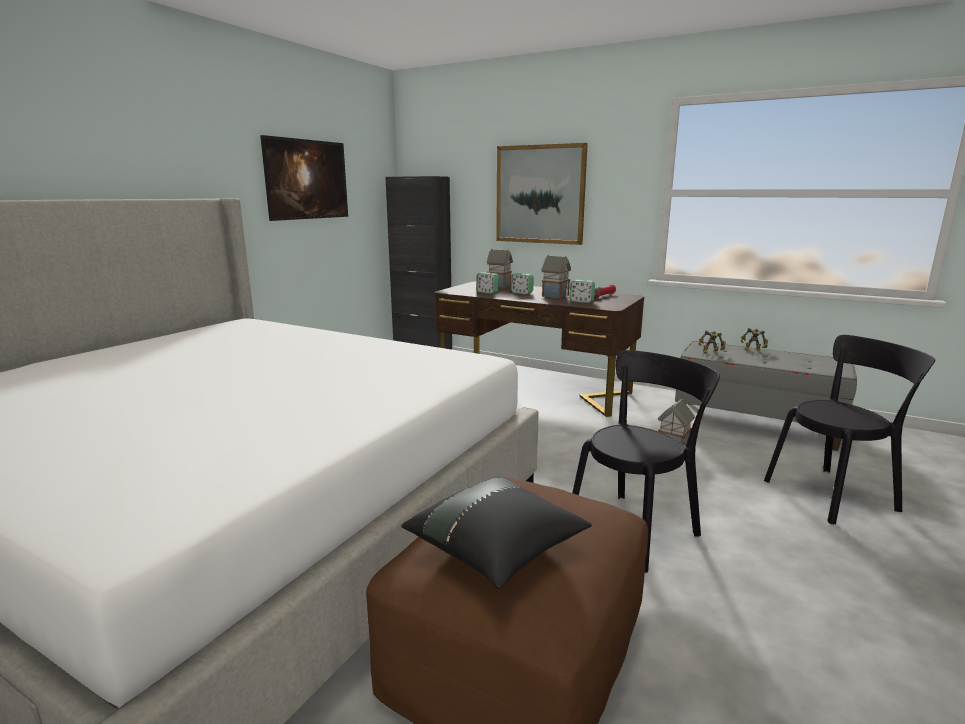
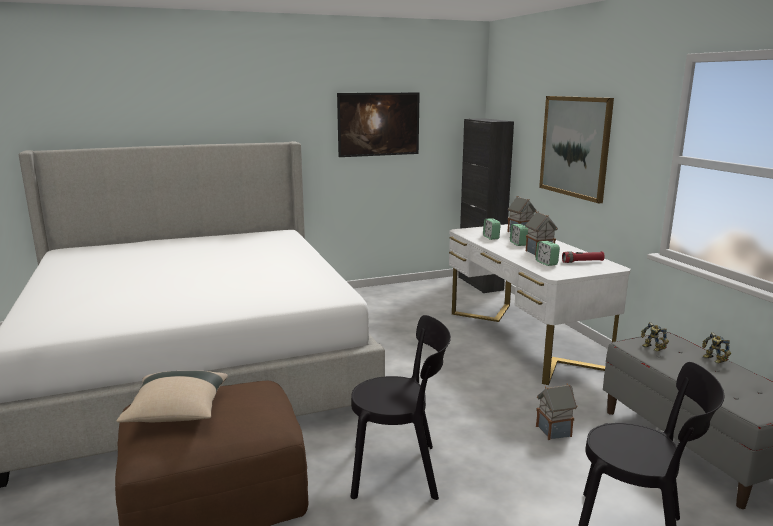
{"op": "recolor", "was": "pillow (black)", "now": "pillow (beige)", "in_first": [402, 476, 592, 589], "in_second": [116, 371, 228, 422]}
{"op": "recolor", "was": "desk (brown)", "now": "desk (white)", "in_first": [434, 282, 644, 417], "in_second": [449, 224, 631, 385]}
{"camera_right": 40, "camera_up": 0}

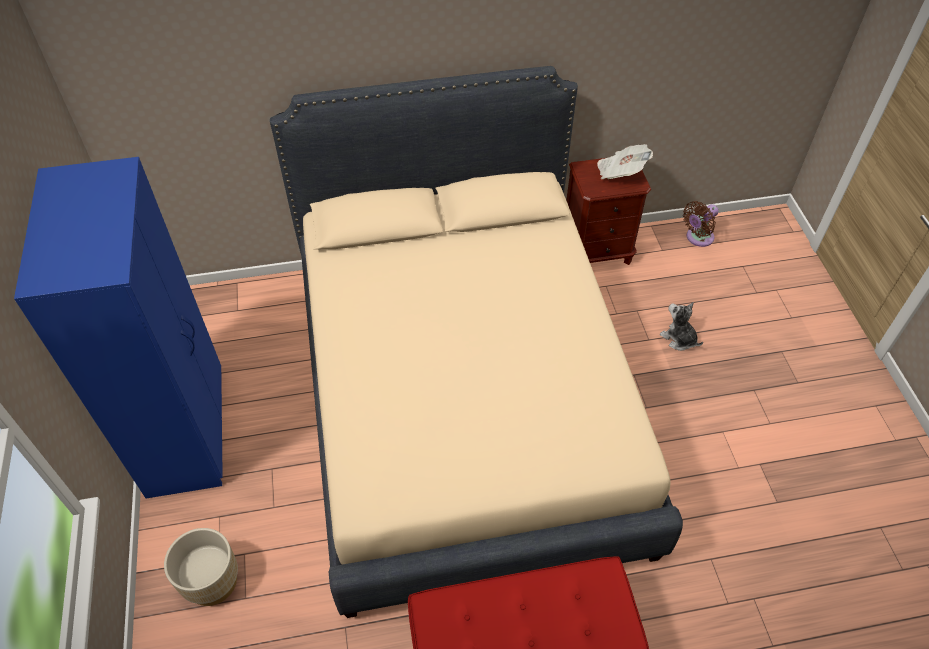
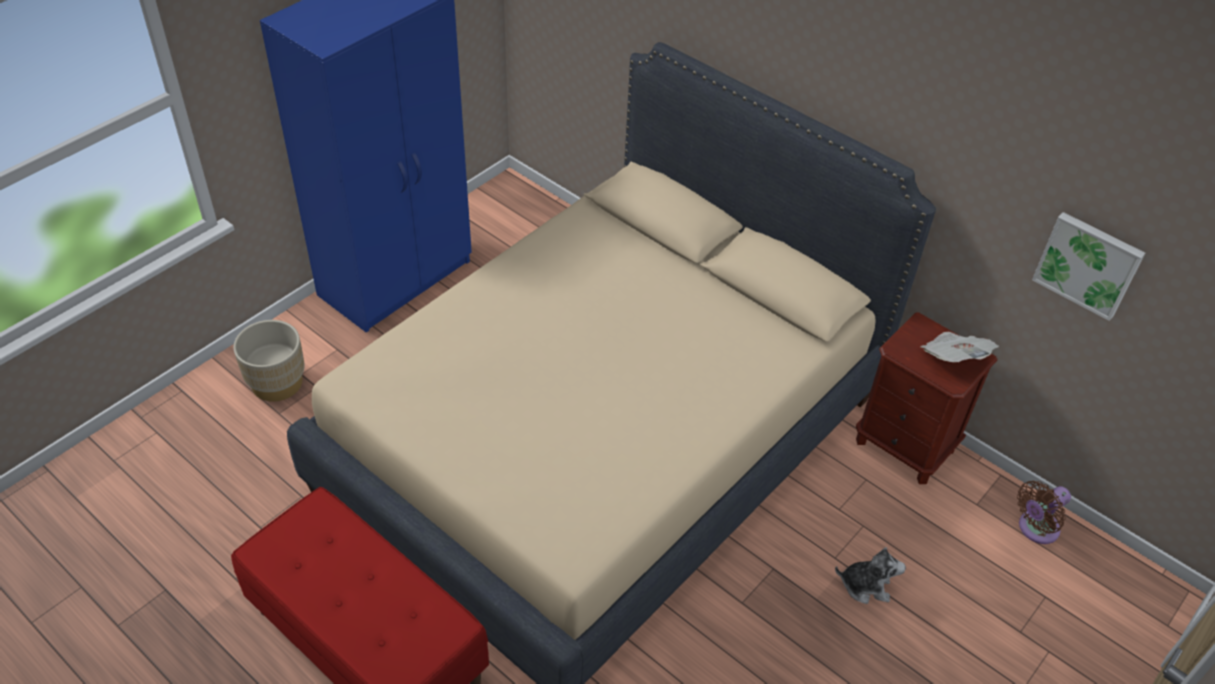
{"op": "rotate", "was": "plush toy", "in_first": [660, 302, 703, 351], "in_second": [835, 547, 906, 604], "clockwise": 90}
{"op": "rotate", "was": "fan (brown)", "in_first": [683, 201, 719, 247], "in_second": [1017, 481, 1071, 544], "clockwise": -45}
{"op": "insert", "now": "picture", "in_second": [1032, 212, 1145, 321]}
{"camera_right": 50, "camera_up": -5}

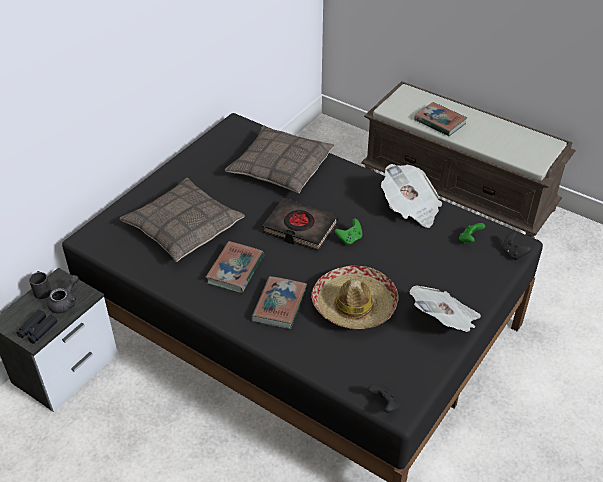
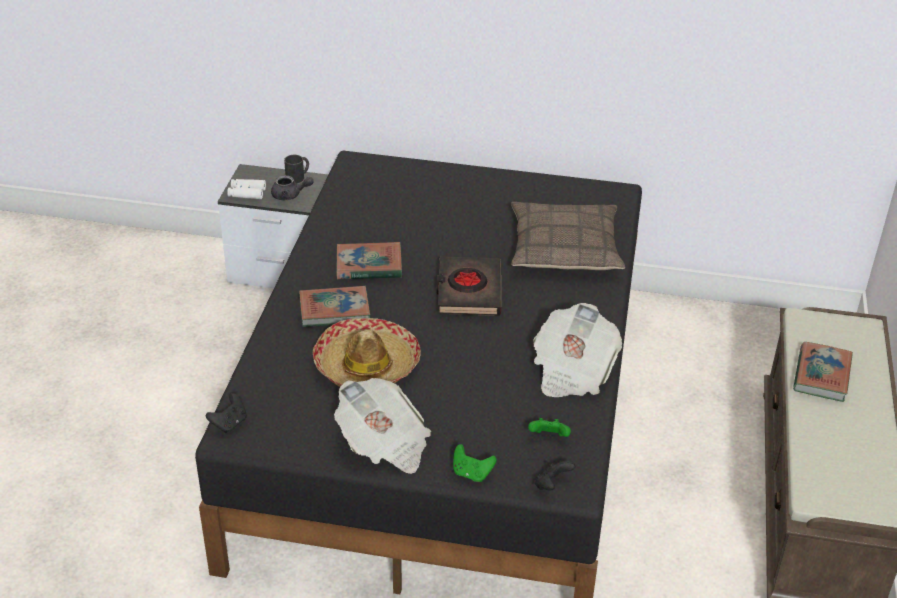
{"op": "recolor", "was": "binoculars (black)", "now": "binoculars (white)", "in_first": [17, 310, 57, 344], "in_second": [227, 179, 266, 199]}
{"op": "move", "was": "game controller (green)", "in_first": [335, 219, 362, 245], "in_second": [453, 444, 496, 482]}
{"op": "delete", "was": "pillow", "in_first": [120, 178, 245, 262]}
{"camera_right": 65, "camera_up": -5}

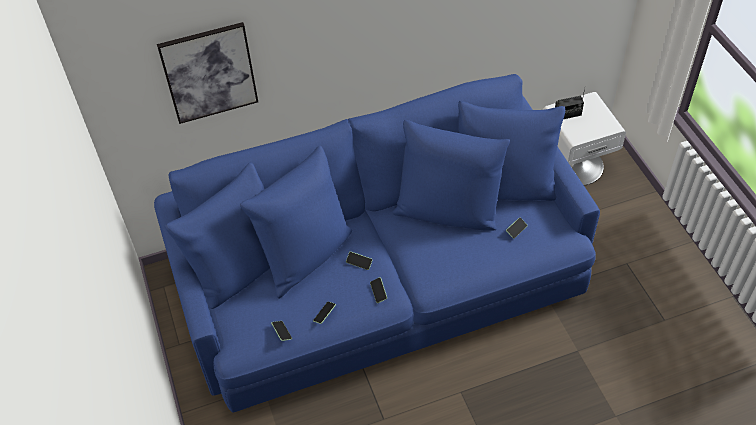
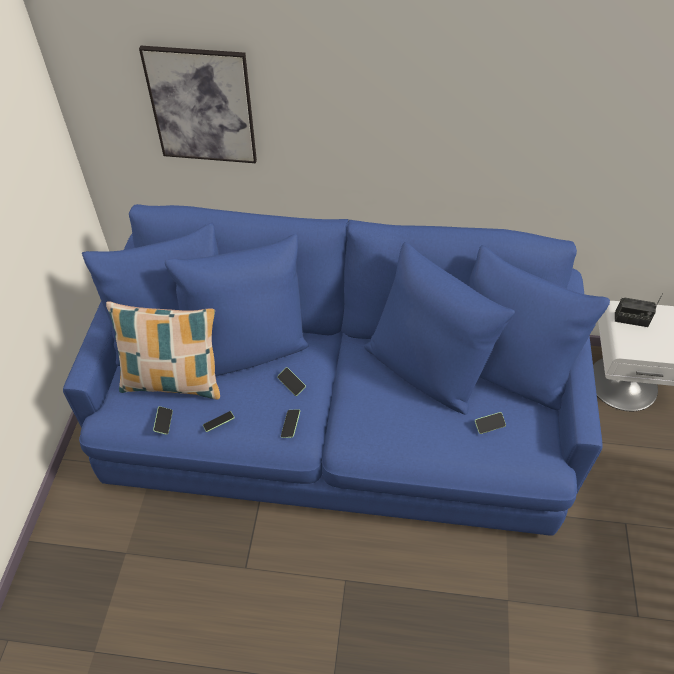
{"op": "insert", "now": "pillow", "in_second": [106, 301, 220, 400]}
{"camera_right": 25, "camera_up": 0}

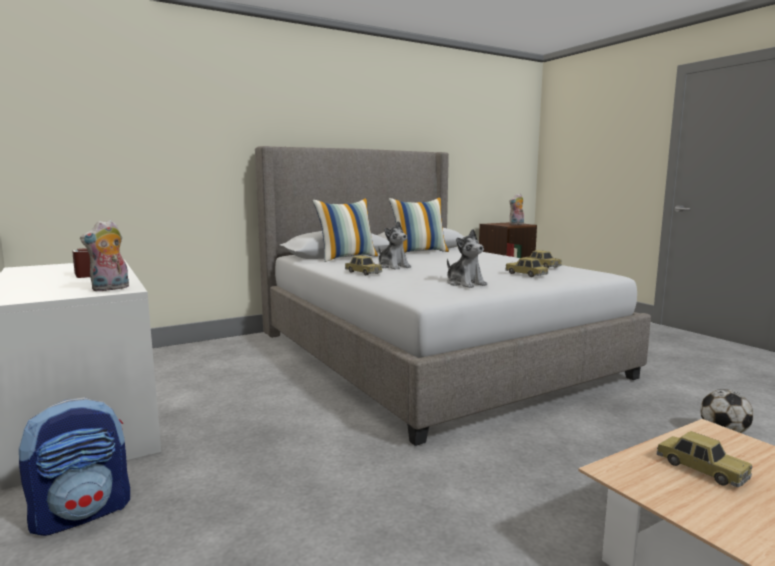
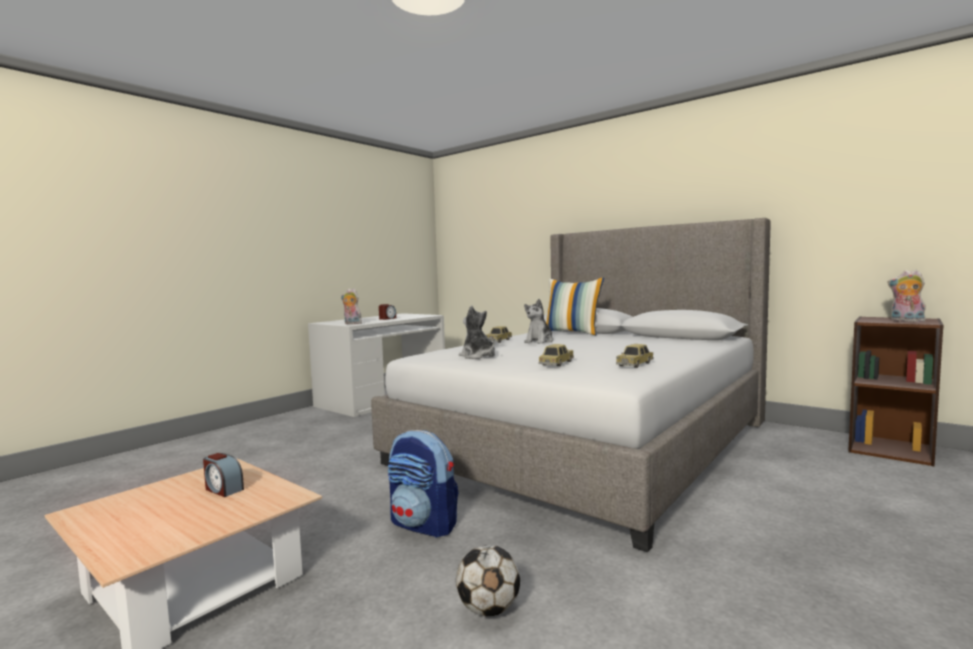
{"op": "replace", "was": "toy car", "now": "alarm clock", "in_first": [657, 431, 752, 487], "in_second": [203, 453, 244, 497]}
{"op": "move", "was": "backpack", "in_first": [18, 397, 130, 536], "in_second": [388, 430, 459, 538]}
{"op": "rotate", "was": "plush toy", "in_first": [447, 229, 487, 288], "in_second": [459, 305, 495, 359], "clockwise": 105}
{"op": "delete", "was": "pillow", "in_first": [389, 197, 449, 253]}
{"camera_right": 70, "camera_up": -5}

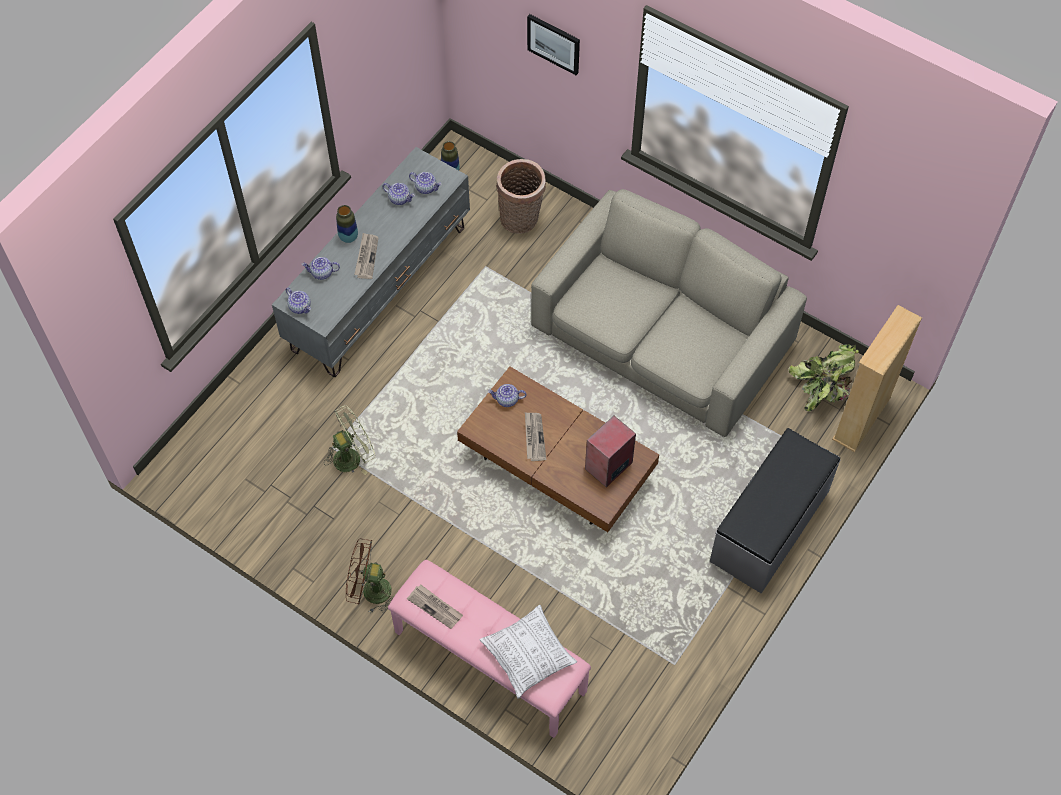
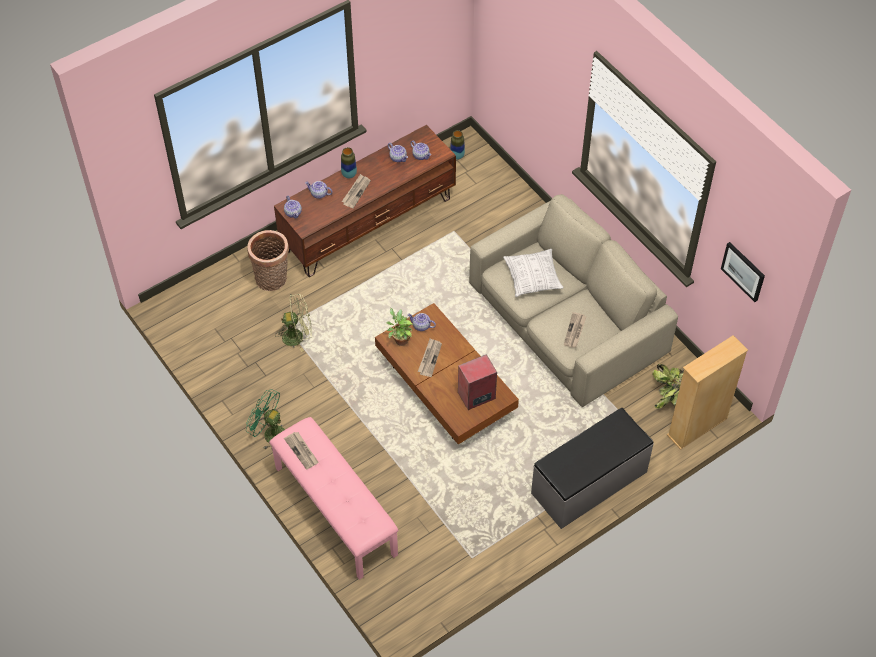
{"op": "recolor", "was": "fan (brown)", "now": "fan (green)", "in_first": [346, 538, 392, 613], "in_second": [246, 389, 285, 449]}
{"op": "move", "was": "basket", "in_first": [496, 159, 546, 234], "in_second": [247, 230, 289, 291]}
{"op": "recolor", "was": "tv stand (grey)", "now": "tv stand (brown)", "in_first": [272, 147, 470, 377], "in_second": [274, 125, 456, 277]}
{"op": "insert", "now": "potted plant", "in_second": [386, 308, 413, 346]}
{"op": "move", "was": "pillow", "in_first": [480, 605, 577, 698], "in_second": [503, 249, 564, 297]}
{"op": "insert", "now": "newspaper", "in_second": [564, 312, 586, 348]}
{"op": "move", "was": "picture", "in_first": [527, 14, 580, 75], "in_second": [721, 242, 765, 302]}
{"camera_right": 20, "camera_up": -5}

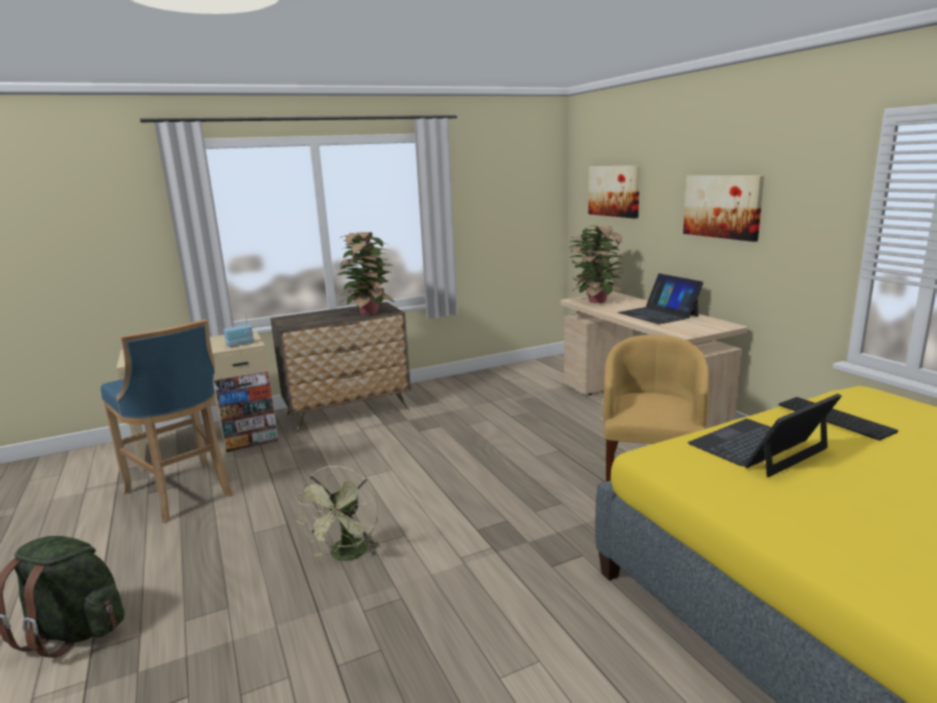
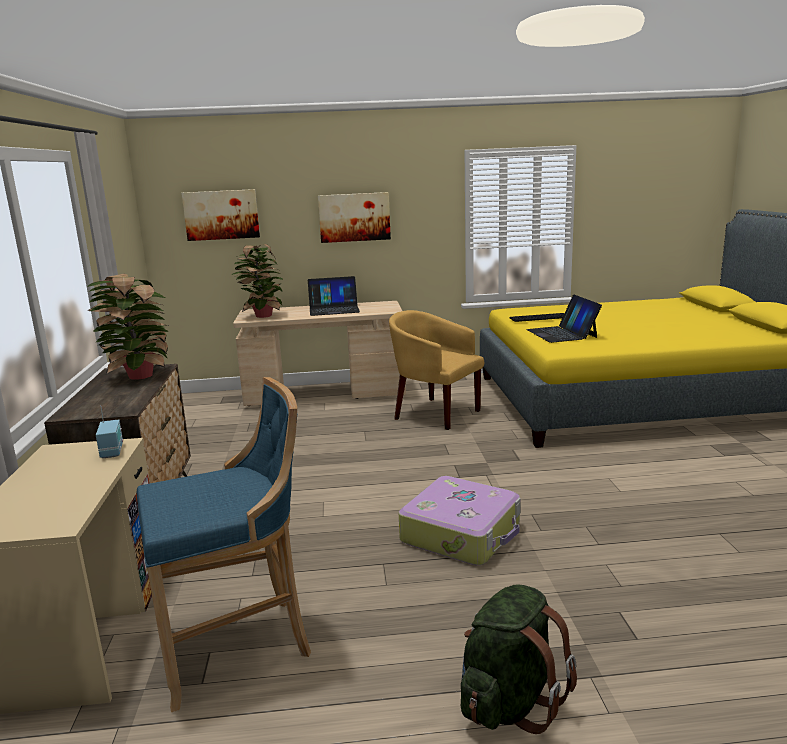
{"op": "replace", "was": "fan (green)", "now": "suitcase", "in_first": [295, 466, 380, 561], "in_second": [398, 476, 521, 565]}
{"camera_right": -70, "camera_up": 0}

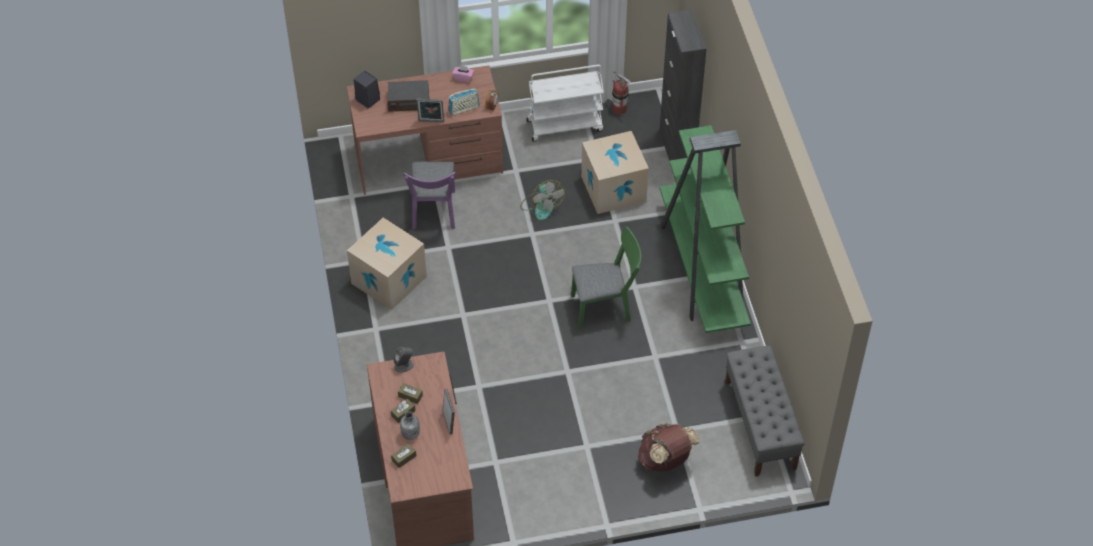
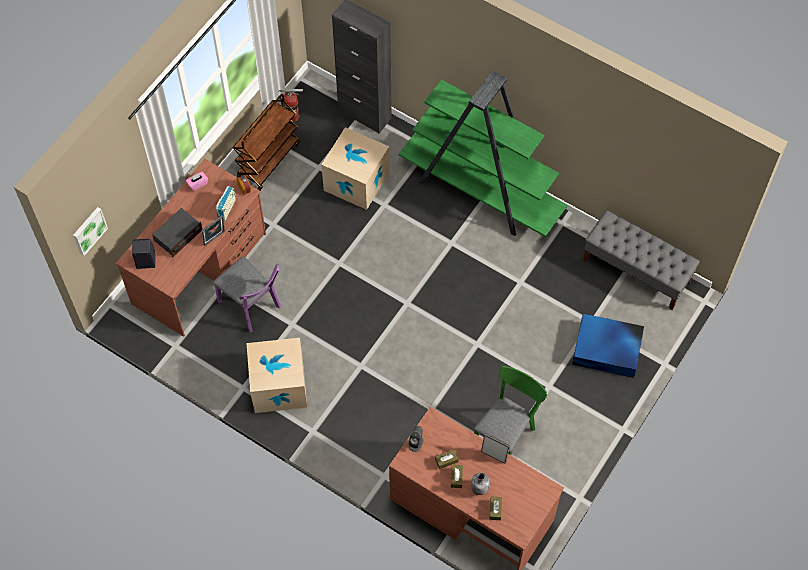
{"op": "insert", "now": "picture", "in_second": [73, 207, 108, 256]}
{"op": "recolor", "was": "cart (white)", "now": "cart (brown)", "in_first": [527, 65, 604, 142], "in_second": [233, 94, 300, 191]}
{"op": "move", "was": "chair (green)", "in_first": [571, 227, 641, 328], "in_second": [474, 366, 547, 455]}
{"op": "replace", "was": "backpack (brown)", "now": "storage box (blue)", "in_first": [638, 423, 700, 471], "in_second": [572, 314, 644, 378]}
{"op": "delete", "was": "fan", "in_first": [520, 180, 565, 221]}
{"camera_right": -45, "camera_up": 10}

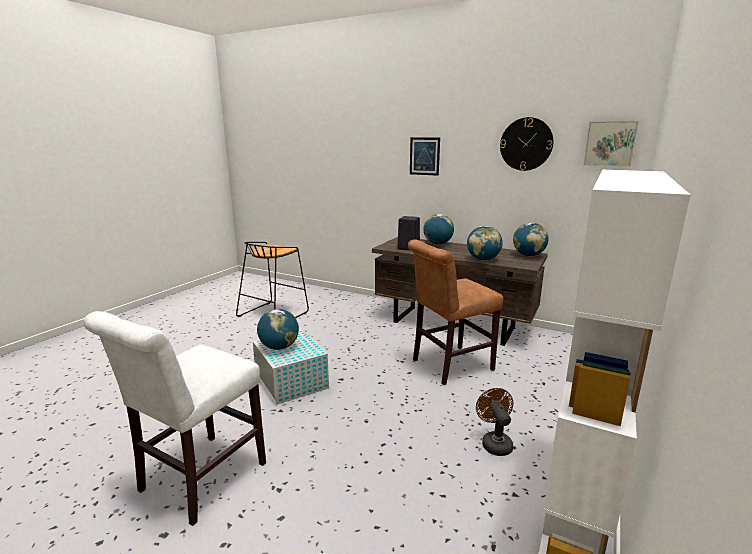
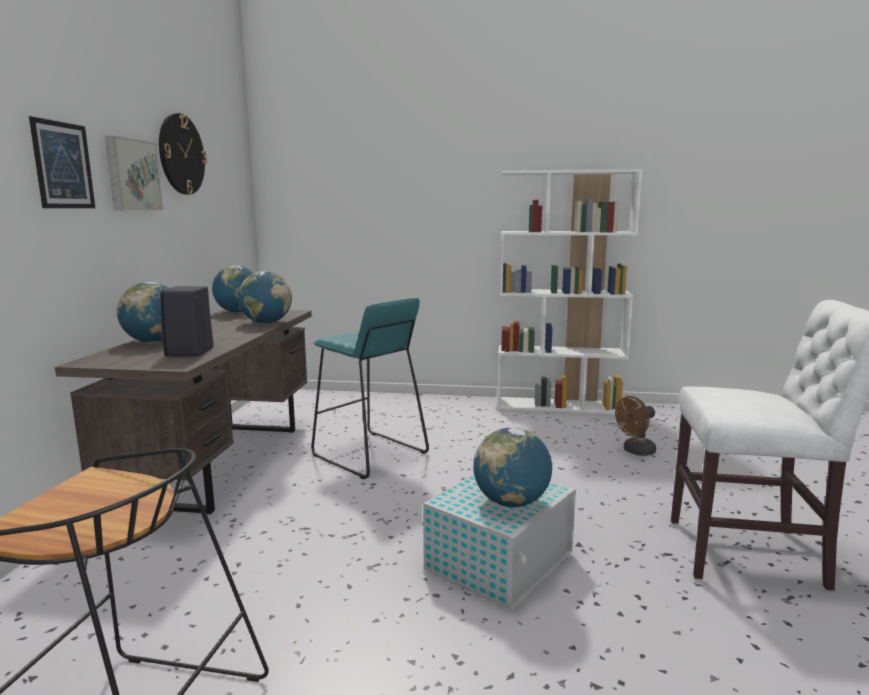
{"op": "move", "was": "picture", "in_first": [583, 121, 639, 167], "in_second": [105, 136, 163, 211]}
{"op": "replace", "was": "chair (brown)", "now": "stool (turquoise)", "in_first": [408, 239, 503, 385], "in_second": [311, 298, 429, 479]}
{"op": "move", "was": "fan (brown)", "in_first": [476, 388, 513, 456], "in_second": [615, 396, 656, 456]}
{"camera_right": -110, "camera_up": -5}

